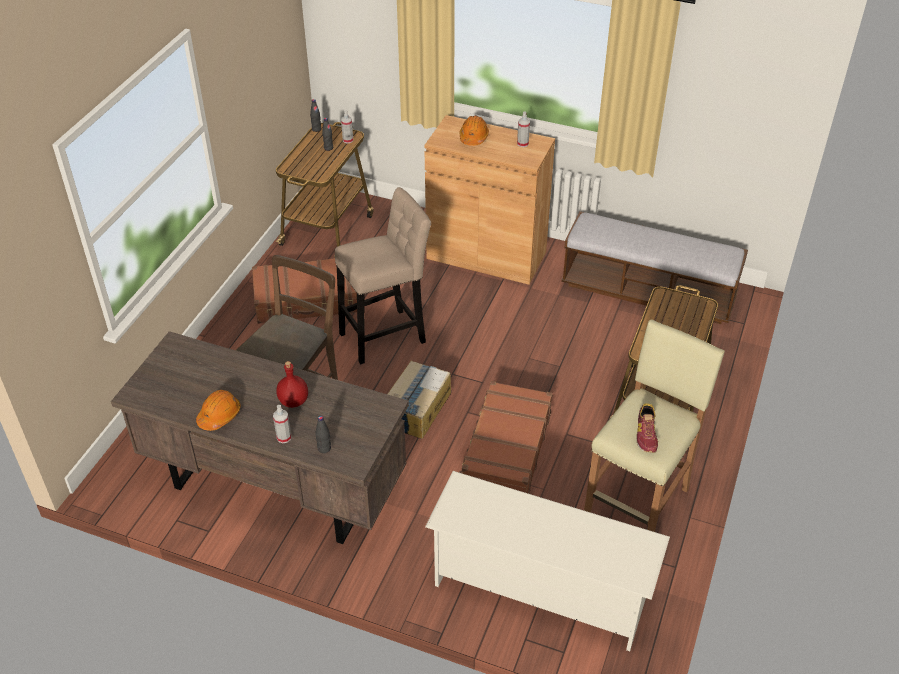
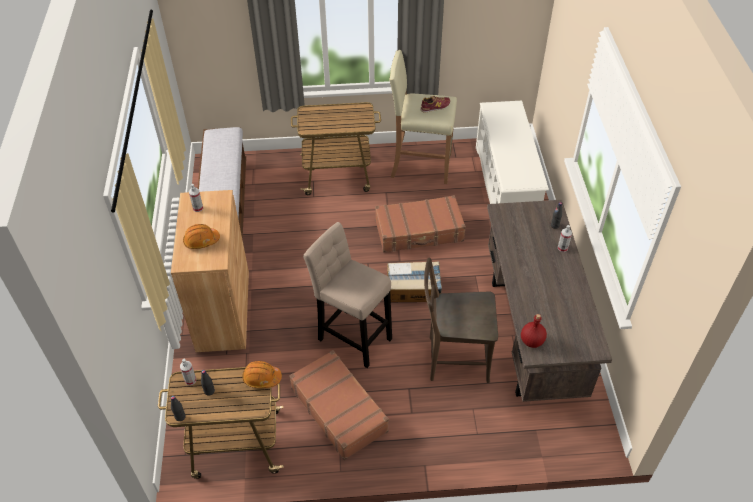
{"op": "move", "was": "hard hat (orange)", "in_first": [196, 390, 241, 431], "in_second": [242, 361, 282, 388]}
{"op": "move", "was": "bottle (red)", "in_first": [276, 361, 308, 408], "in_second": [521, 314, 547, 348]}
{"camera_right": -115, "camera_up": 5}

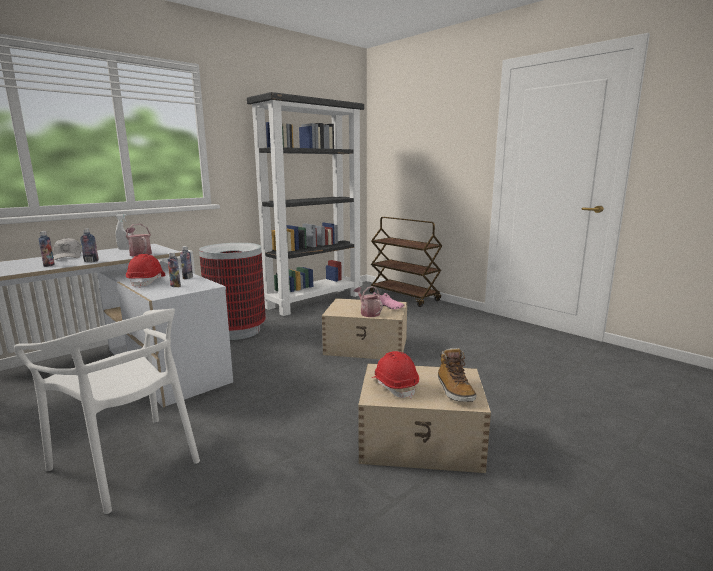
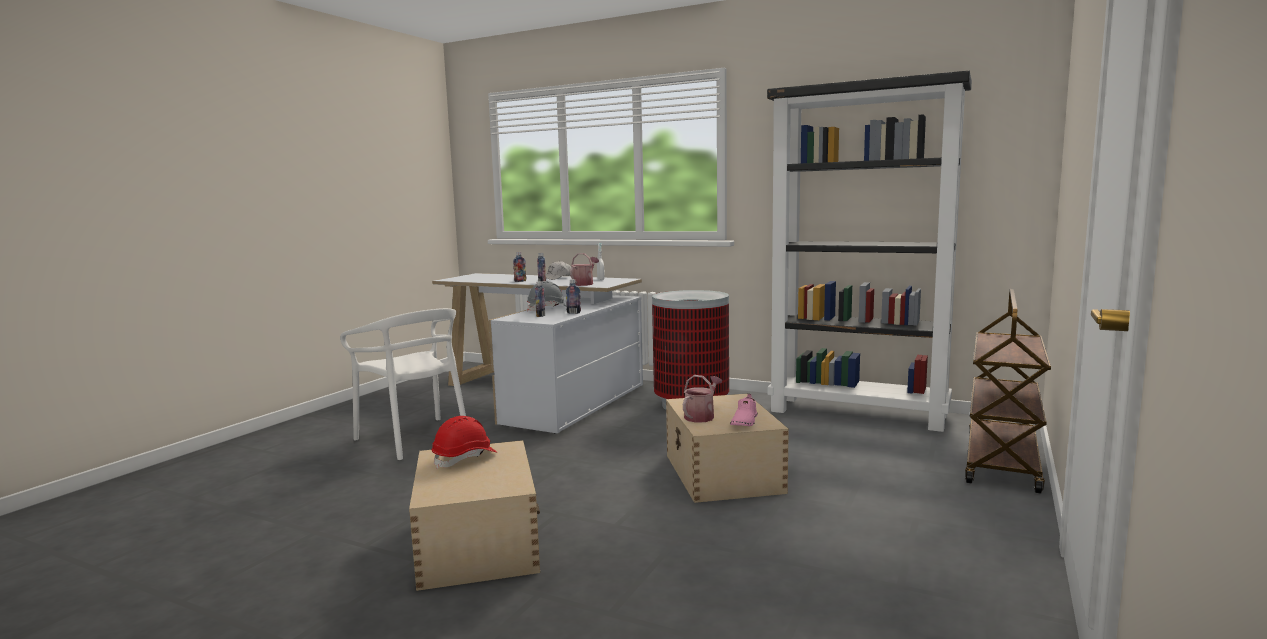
{"op": "rotate", "was": "chair (white)", "in_first": [14, 308, 200, 514], "in_second": [340, 308, 466, 460], "clockwise": -60}
{"op": "recolor", "was": "hard hat (red)", "now": "hard hat (grey)", "in_first": [126, 254, 165, 288], "in_second": [527, 281, 567, 311]}
{"op": "delete", "was": "boot", "in_first": [438, 348, 477, 402]}
{"camera_right": 70, "camera_up": -5}

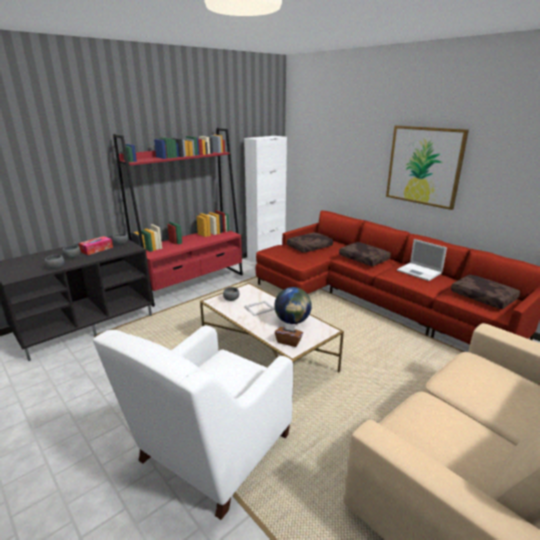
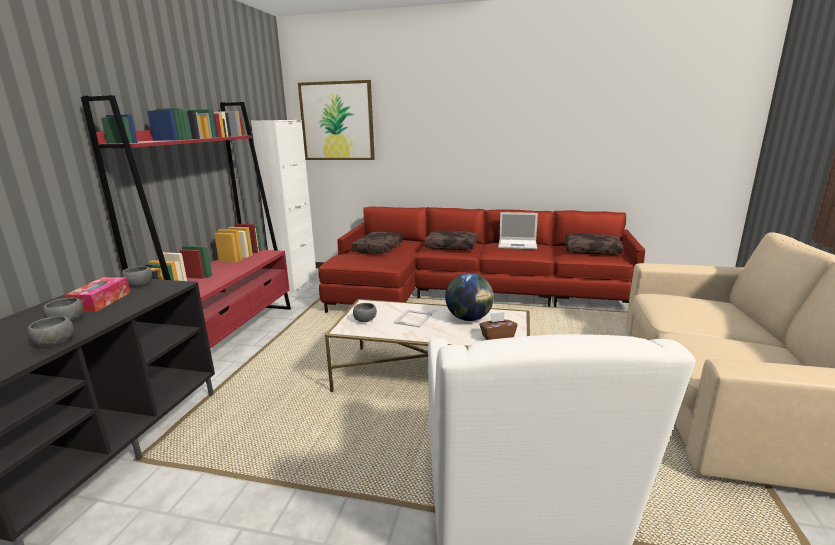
{"op": "move", "was": "picture", "in_first": [386, 125, 469, 210], "in_second": [298, 80, 375, 160]}
{"camera_right": -35, "camera_up": -5}

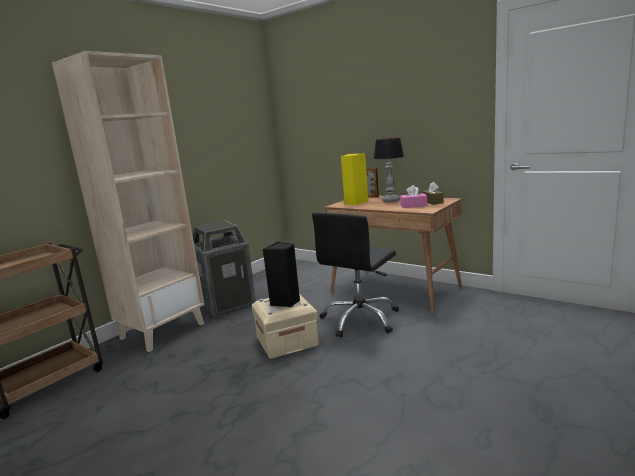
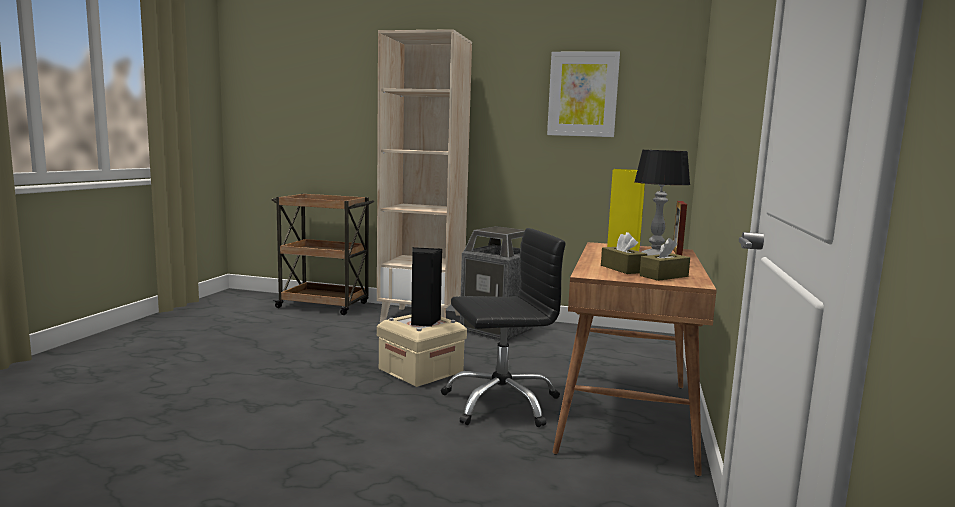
{"op": "rotate", "was": "office chair (black)", "in_first": [312, 212, 399, 338], "in_second": [441, 228, 566, 427], "clockwise": 150}
{"op": "insert", "now": "picture", "in_second": [547, 51, 620, 137]}
{"op": "recolor", "was": "tissue box (pink)", "now": "tissue box (brown)", "in_first": [400, 185, 427, 208], "in_second": [601, 232, 647, 274]}
{"camera_right": 65, "camera_up": -5}

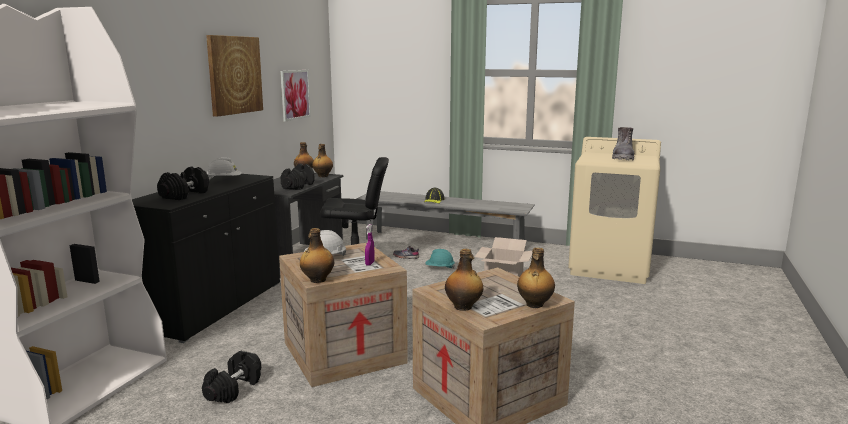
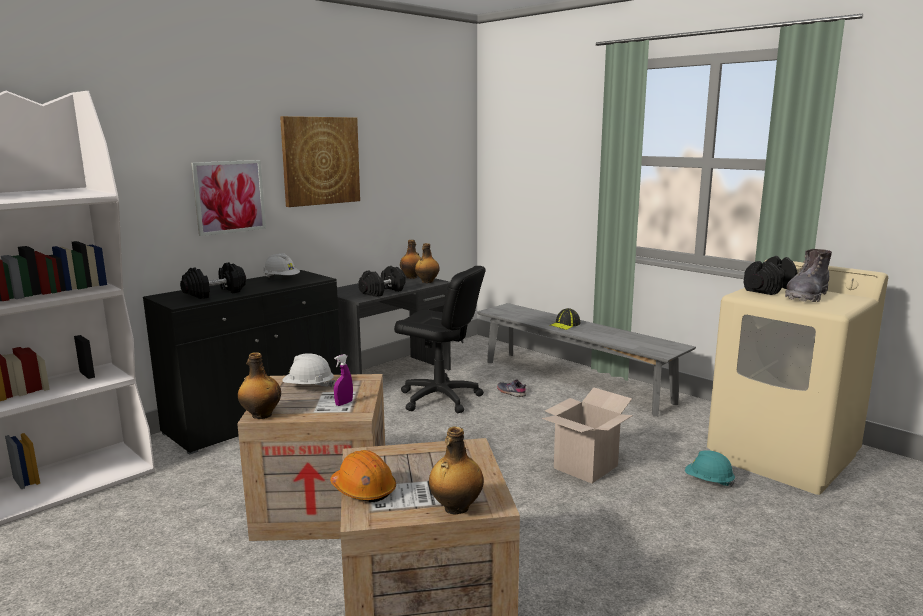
{"op": "move", "was": "picture", "in_first": [280, 70, 311, 122], "in_second": [191, 160, 266, 236]}
{"op": "replace", "was": "bottle", "now": "hard hat (orange)", "in_first": [445, 249, 483, 311], "in_second": [330, 450, 396, 502]}
{"op": "move", "was": "hard hat (turquoise)", "in_first": [425, 249, 455, 269], "in_second": [685, 450, 735, 487]}
{"op": "move", "was": "dumbbell (black)", "in_first": [202, 351, 261, 403], "in_second": [744, 256, 798, 295]}
{"camera_right": 25, "camera_up": 0}

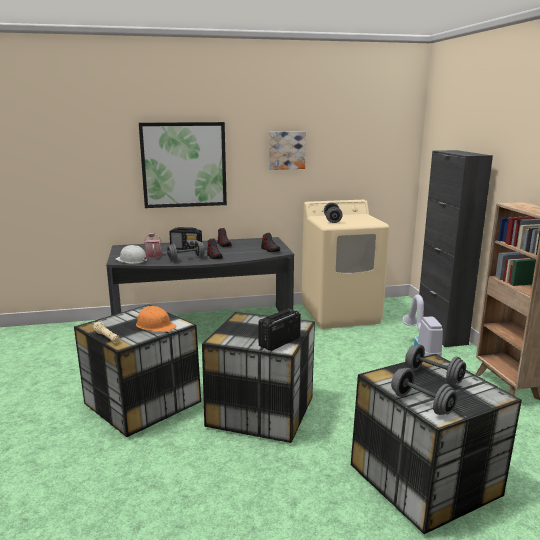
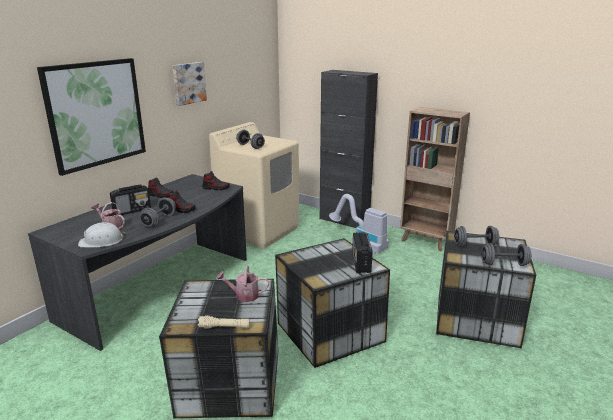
{"op": "replace", "was": "hard hat (orange)", "now": "watering can", "in_first": [136, 306, 177, 332], "in_second": [216, 265, 269, 302]}
{"camera_right": -45, "camera_up": 5}

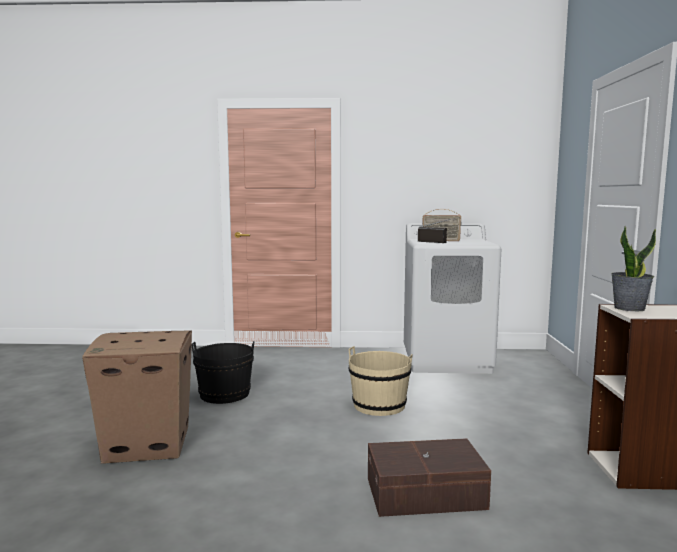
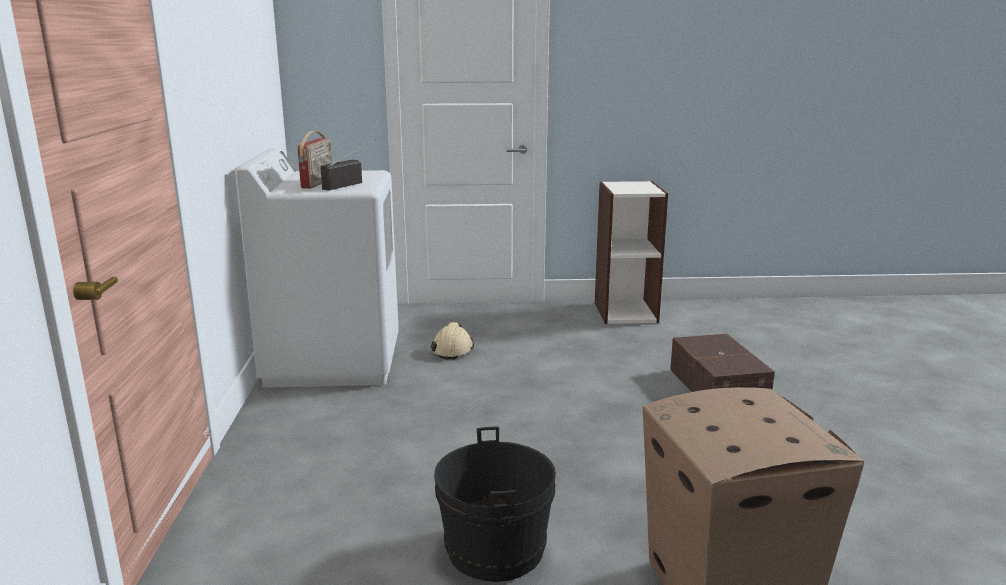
{"op": "insert", "now": "hard hat (beige)", "in_second": [431, 322, 474, 360]}
{"op": "delete", "was": "bucket (beige)", "in_first": [348, 346, 413, 416]}
{"op": "delete", "was": "potted plant", "in_first": [611, 226, 656, 311]}
{"camera_right": -95, "camera_up": 10}

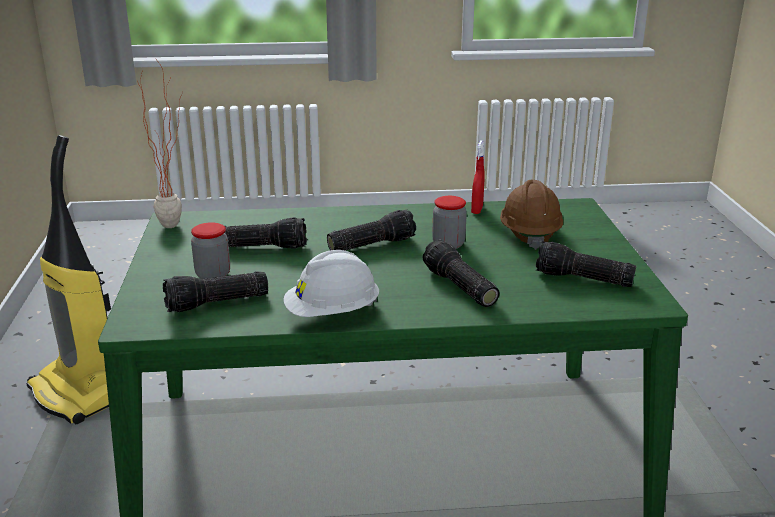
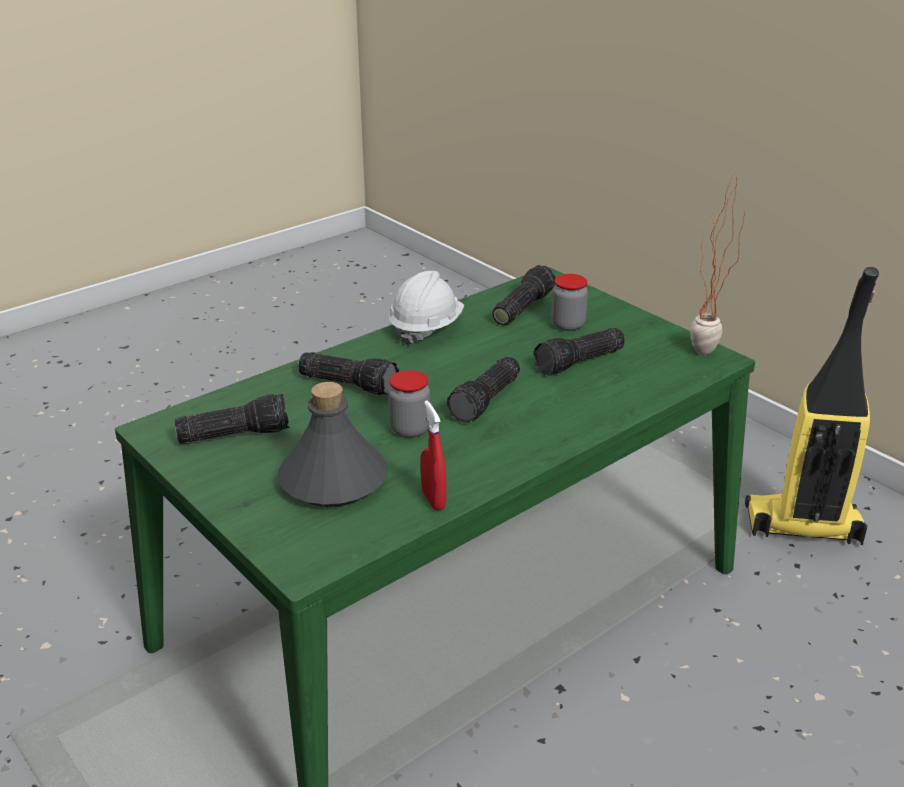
{"op": "replace", "was": "hard hat (brown)", "now": "bottle (grey)", "in_first": [500, 180, 563, 250], "in_second": [277, 382, 388, 507]}
{"camera_right": 145, "camera_up": 5}

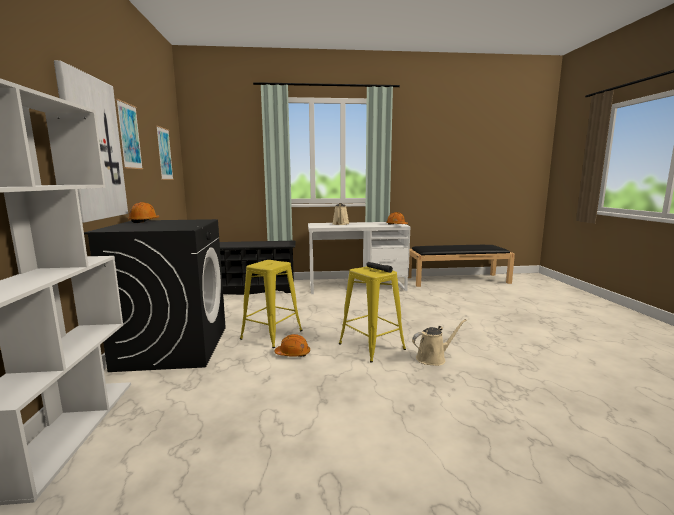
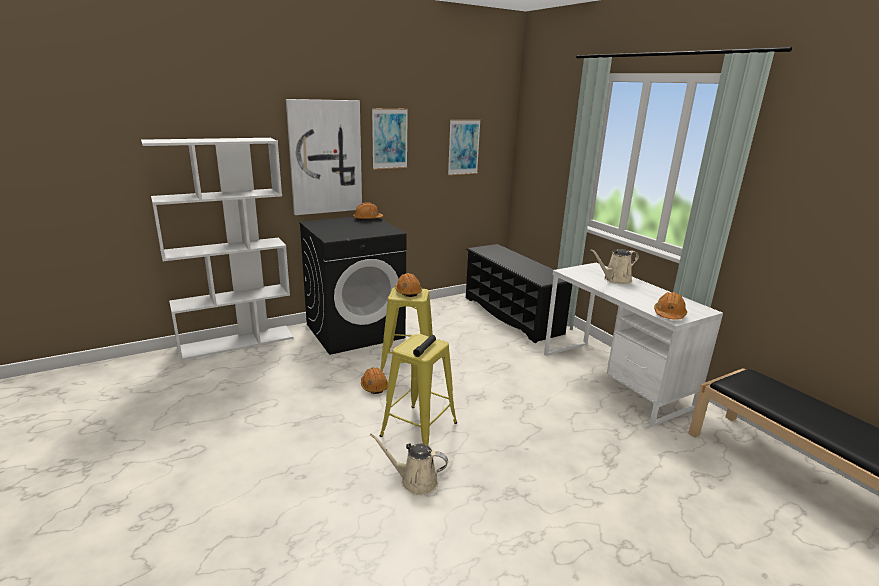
{"op": "rotate", "was": "watering can (beige)", "in_first": [412, 319, 467, 366], "in_second": [370, 433, 448, 495], "clockwise": 150}
{"op": "insert", "now": "hard hat (orange)", "in_second": [395, 273, 422, 297]}
{"camera_right": 65, "camera_up": 10}

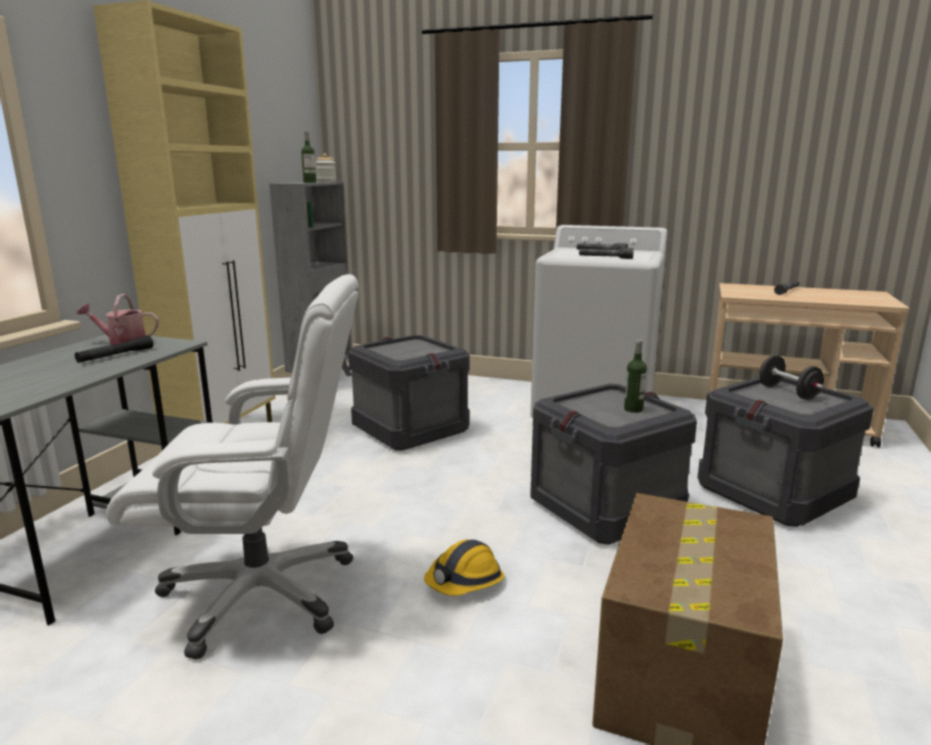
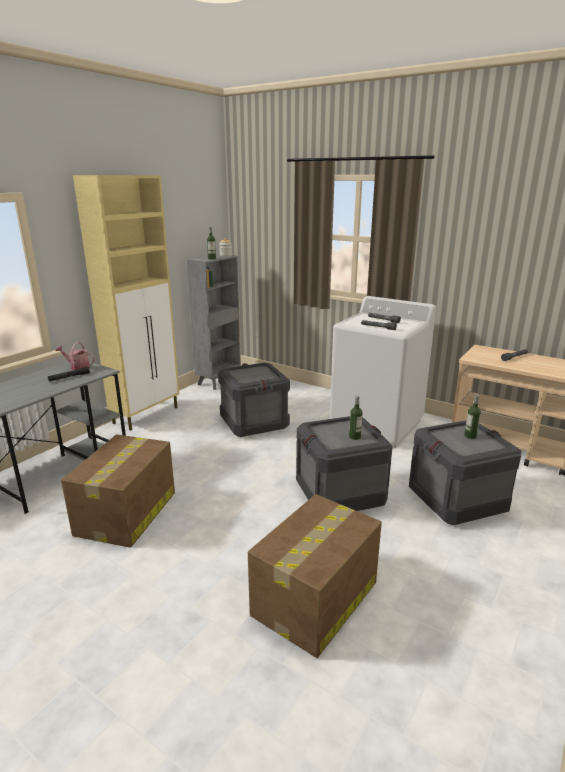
{"op": "replace", "was": "office chair (white)", "now": "cardboard box", "in_first": [106, 274, 359, 660], "in_second": [61, 435, 175, 548]}
{"op": "replace", "was": "dumbbell (black)", "now": "bottle", "in_first": [759, 355, 824, 400], "in_second": [464, 395, 481, 439]}
{"op": "delete", "was": "hard hat", "in_first": [424, 540, 505, 596]}
{"camera_right": 15, "camera_up": 5}

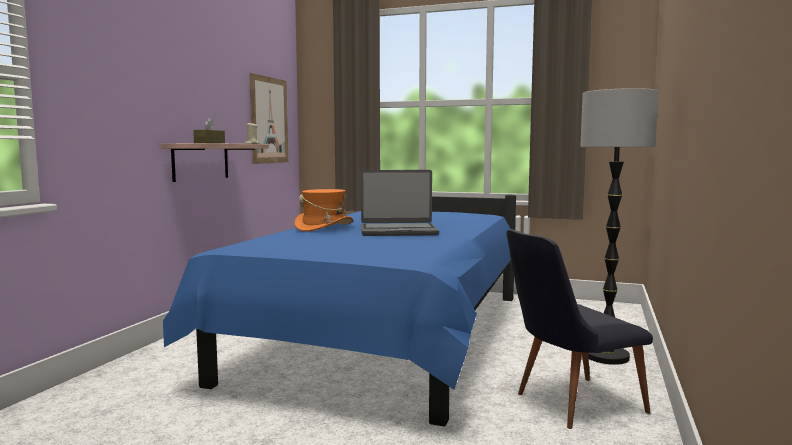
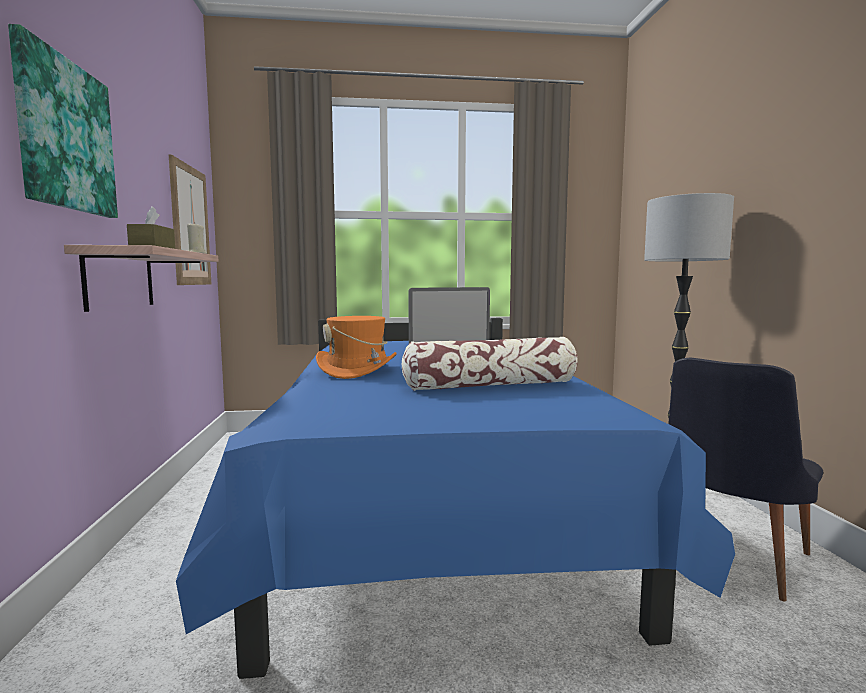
{"op": "insert", "now": "picture", "in_second": [8, 24, 118, 218]}
{"op": "insert", "now": "pillow", "in_second": [402, 337, 577, 391]}
{"camera_right": -25, "camera_up": 0}

